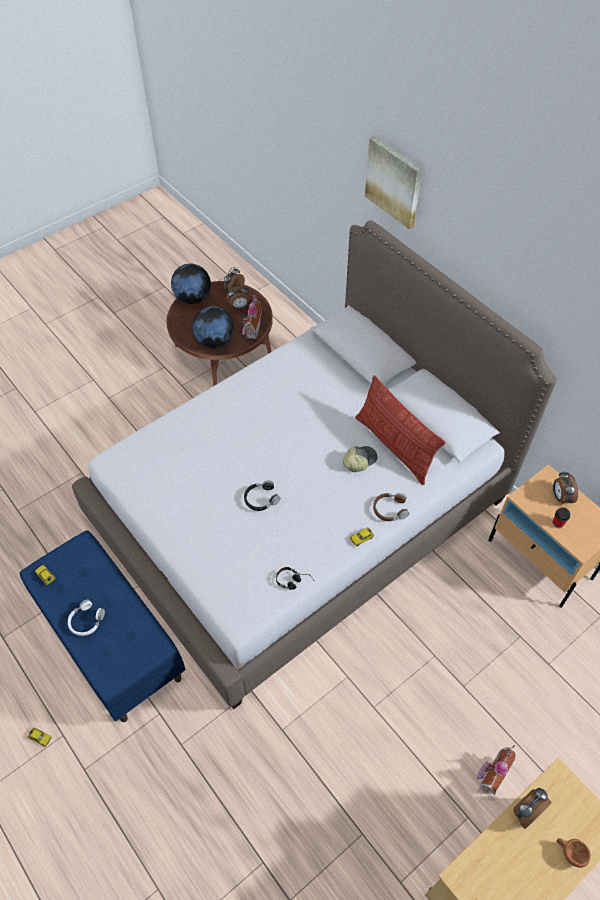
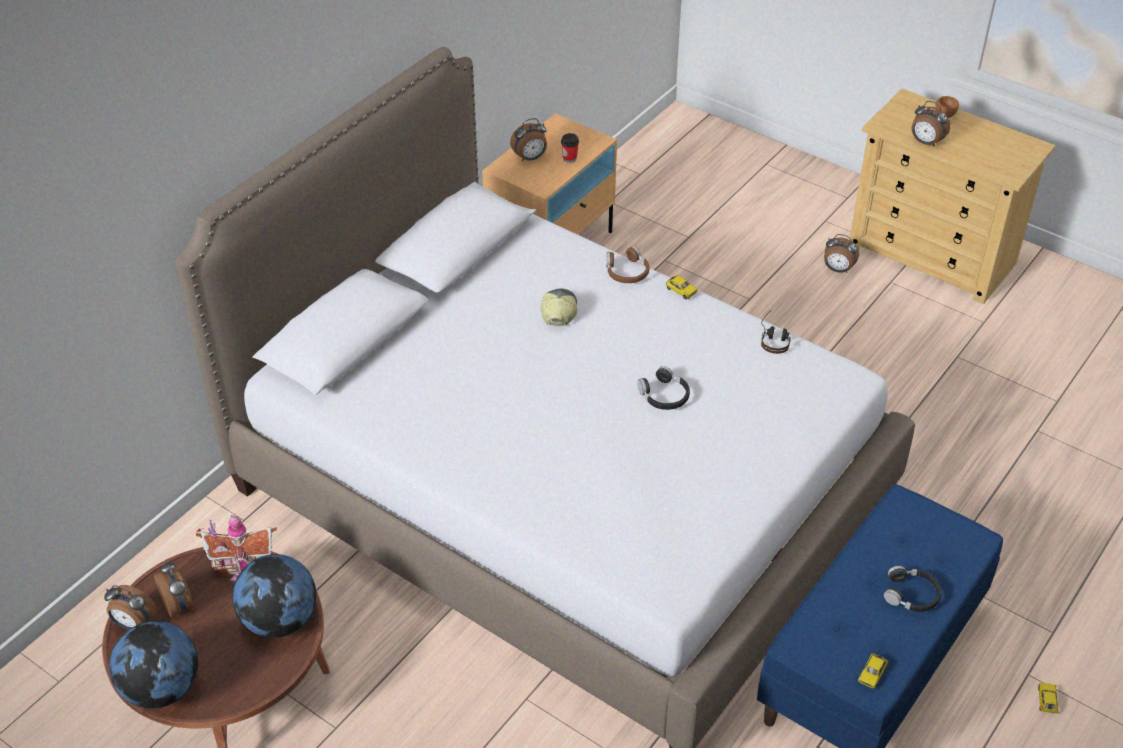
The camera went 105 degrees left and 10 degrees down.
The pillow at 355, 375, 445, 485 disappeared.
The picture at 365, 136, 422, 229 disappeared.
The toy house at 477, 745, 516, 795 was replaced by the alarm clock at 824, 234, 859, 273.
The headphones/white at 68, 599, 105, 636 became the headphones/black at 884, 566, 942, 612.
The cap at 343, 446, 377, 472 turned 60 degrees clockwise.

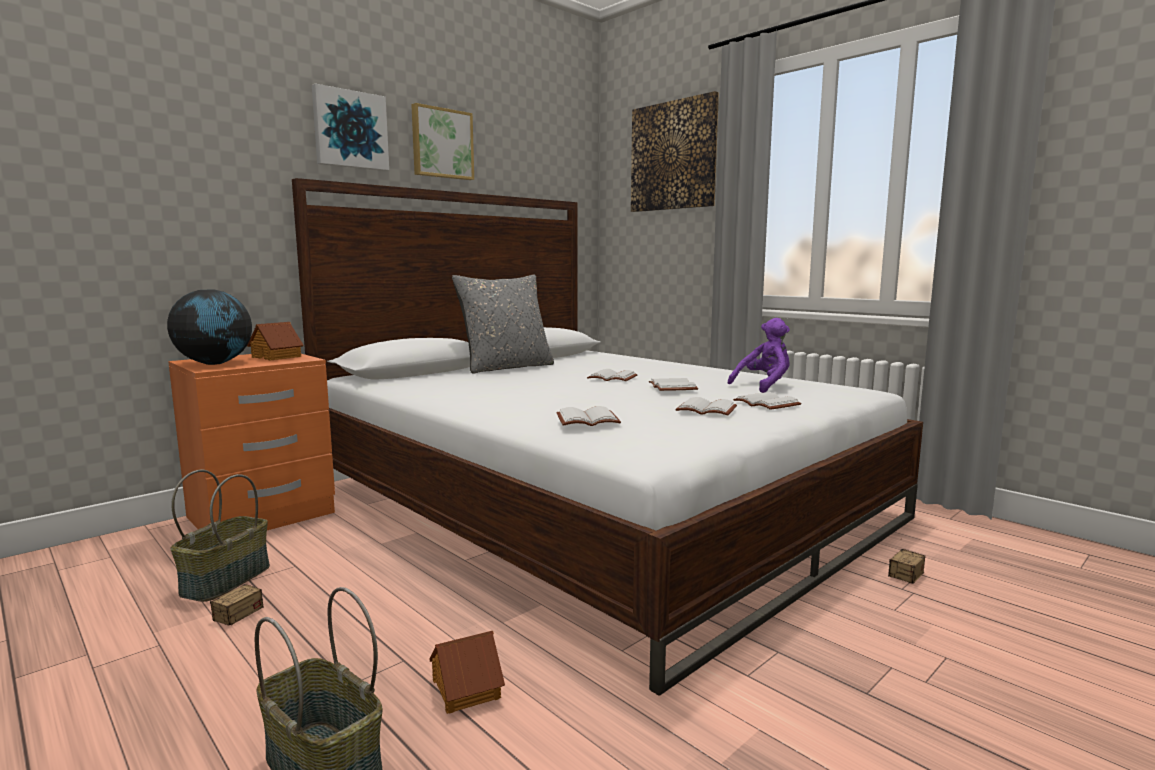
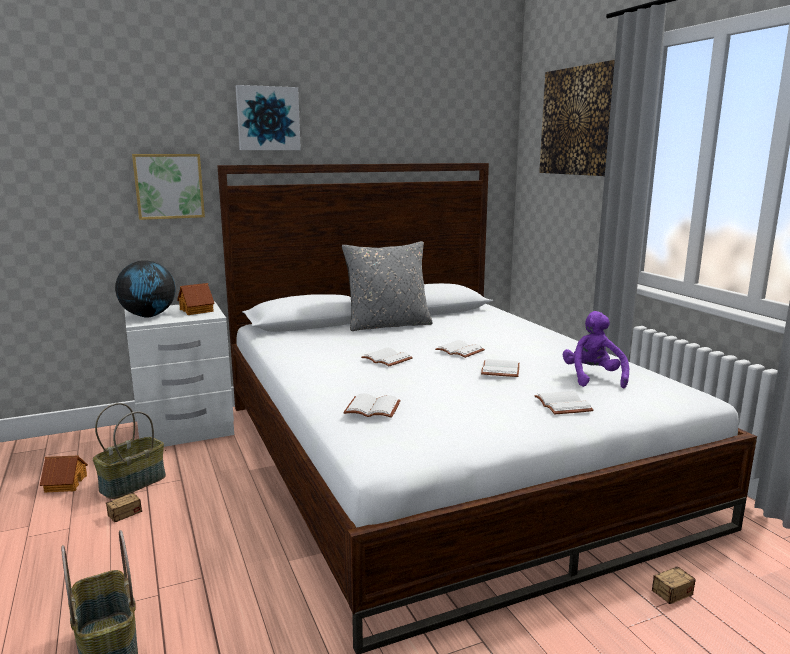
The camera went 20 degrees right and 5 degrees up.
The picture moved from 411, 103, 474, 180 to 132, 154, 205, 220.
The toy house moved from 429, 631, 505, 714 to 40, 455, 88, 493.
The book/white moved from 675, 397, 737, 416 to 361, 348, 413, 366.
The nightstand/orange at 168, 354, 335, 530 became the nightstand/white at 124, 301, 234, 447.
The plush toy/purple at 728, 318, 790, 393 turned 75 degrees counterclockwise.

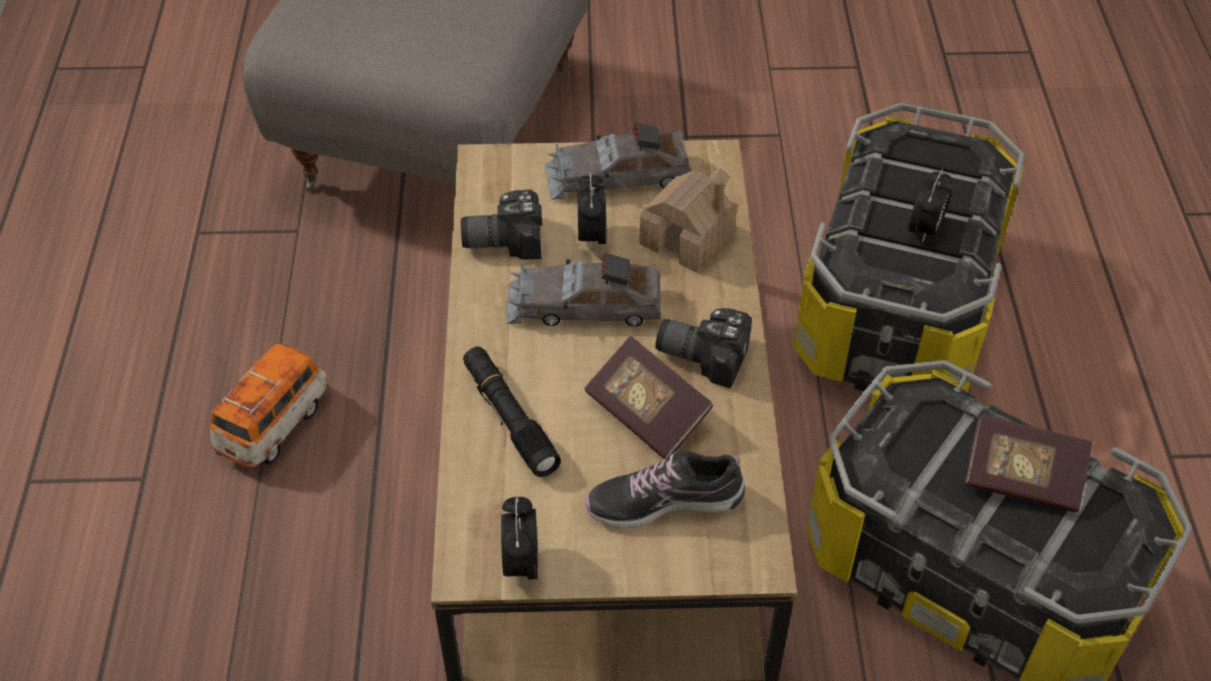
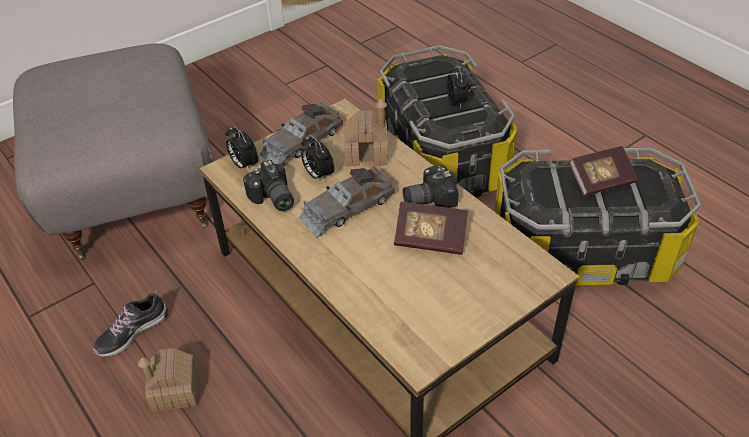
The camera went 35 degrees left and 5 degrees down.
The flashlight/black at 463, 347, 561, 477 disappeared.
The alarm clock moved from 501, 497, 538, 586 to 226, 125, 259, 172.
The shoe moved from 585, 451, 745, 528 to 93, 290, 168, 357.
The toy car at 210, 343, 329, 468 was replaced by the toy house at 138, 348, 198, 412.
The photo camera at 461, 189, 542, 260 turned 75 degrees counterclockwise.

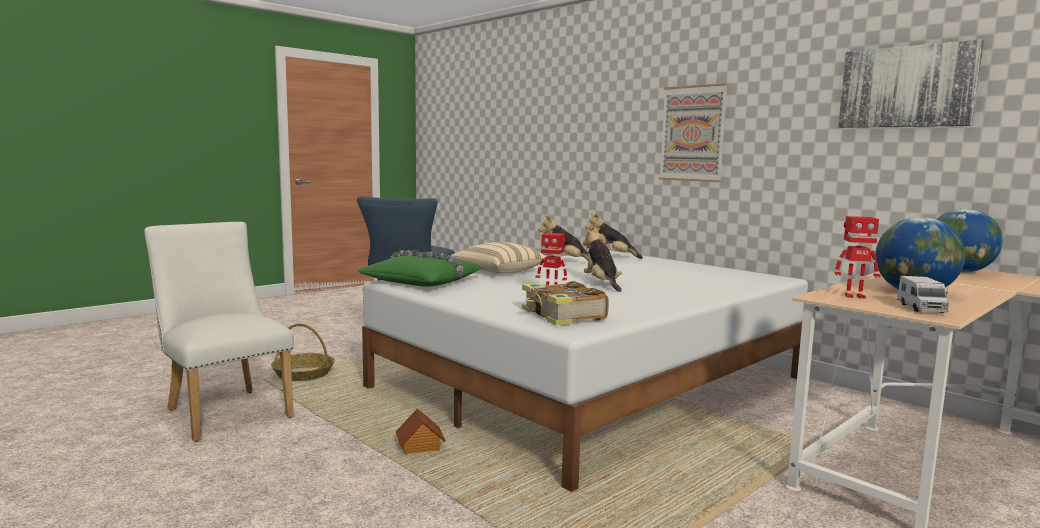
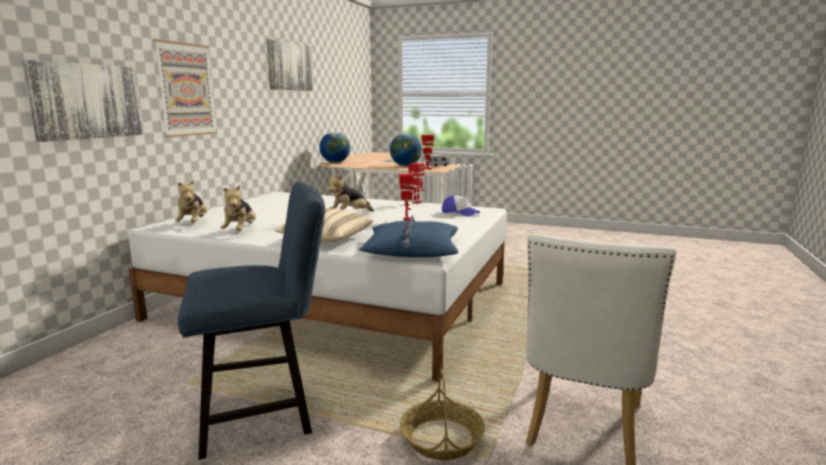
The camera went 115 degrees left and 5 degrees up.
The toy house at 396, 408, 446, 455 disappeared.
The picture at 22, 60, 142, 142 appeared.
The toy robot at 409, 163, 425, 204 appeared.
The book at 522, 281, 609, 326 was replaced by the cap at 442, 195, 480, 216.
The pillow/green at 357, 250, 483, 287 became the pillow/blue at 358, 215, 458, 257.

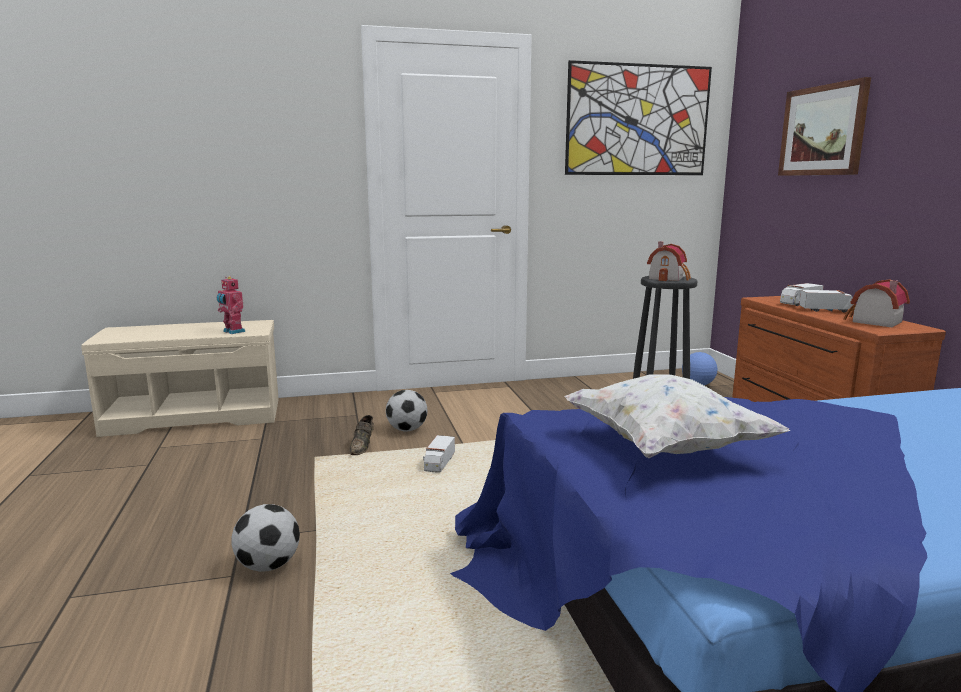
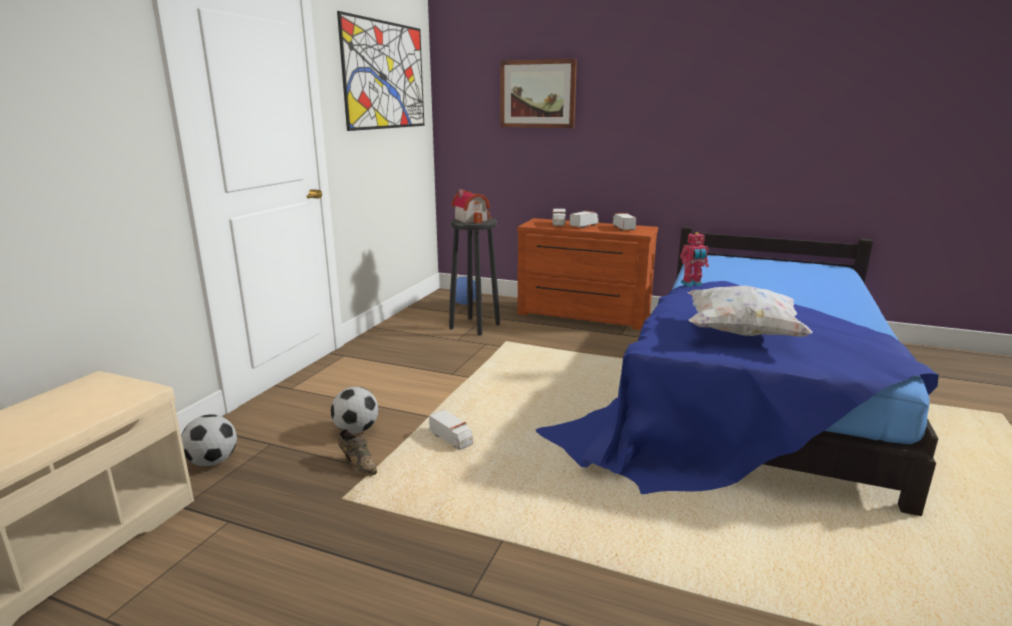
The camera went 55 degrees left and 5 degrees up.
The toy robot moved from 217, 277, 246, 334 to 680, 232, 709, 287.
The football moved from 232, 504, 300, 572 to 181, 414, 237, 467.
The toy house at 844, 279, 910, 327 was replaced by the toy truck at 613, 213, 636, 230.

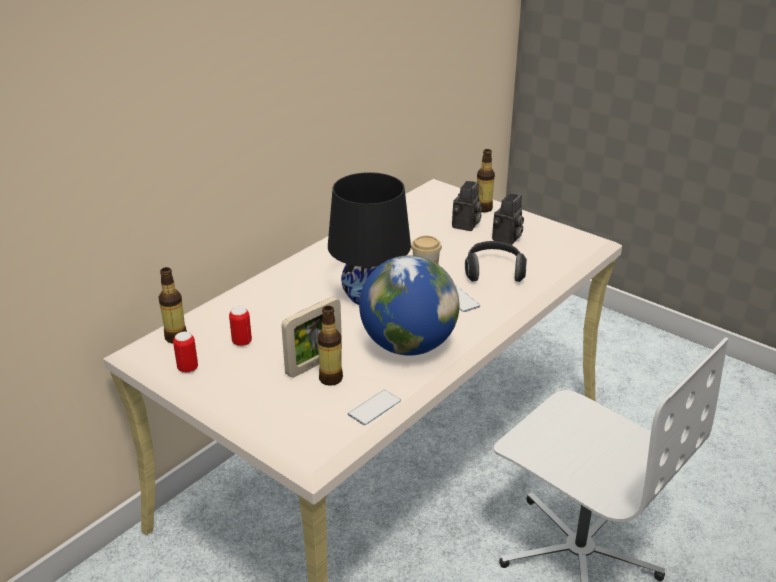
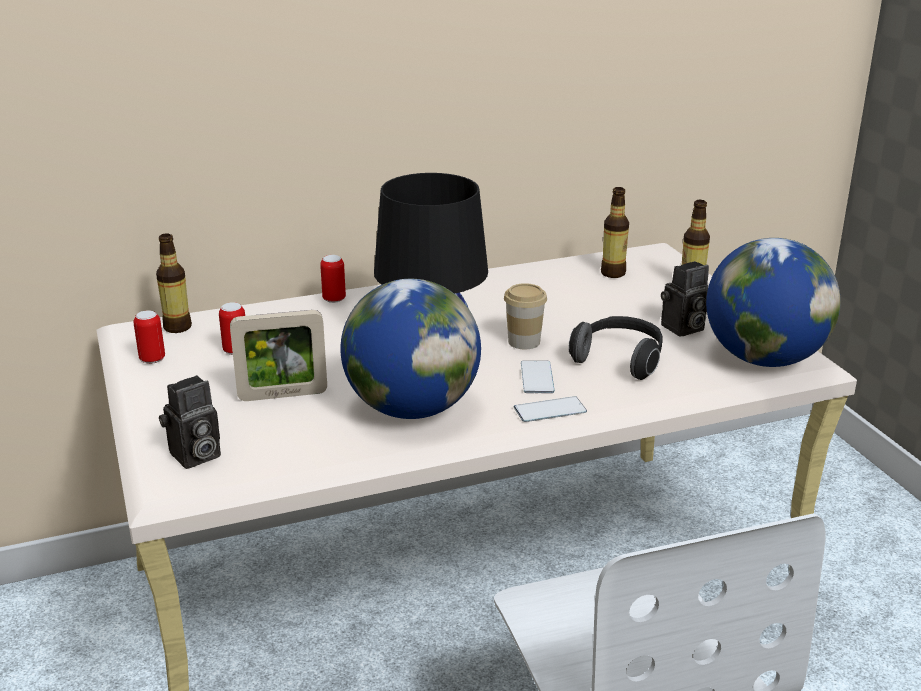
The camera went 30 degrees right and 5 degrees down.
The can at 320, 255, 346, 303 appeared.
The globe at 706, 238, 841, 367 appeared.
The bottle moved from 317, 306, 343, 386 to 601, 187, 629, 278.
The phone moved from 348, 390, 401, 425 to 514, 396, 587, 422.
The photo camera moved from 452, 181, 482, 231 to 159, 375, 221, 469.

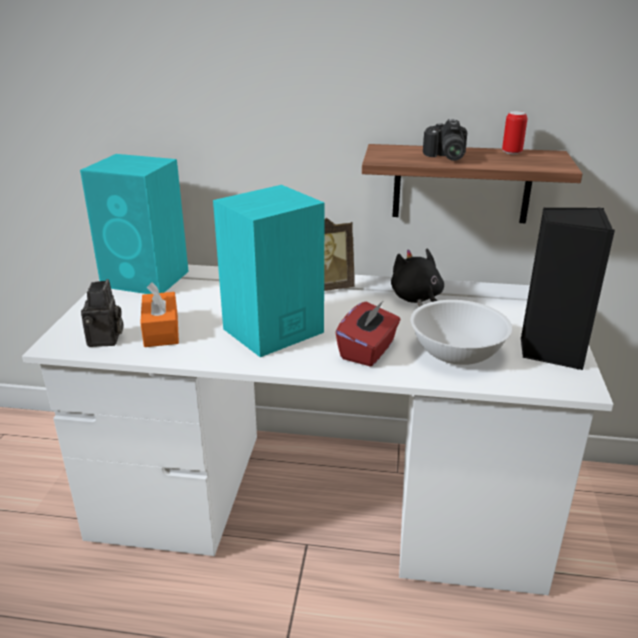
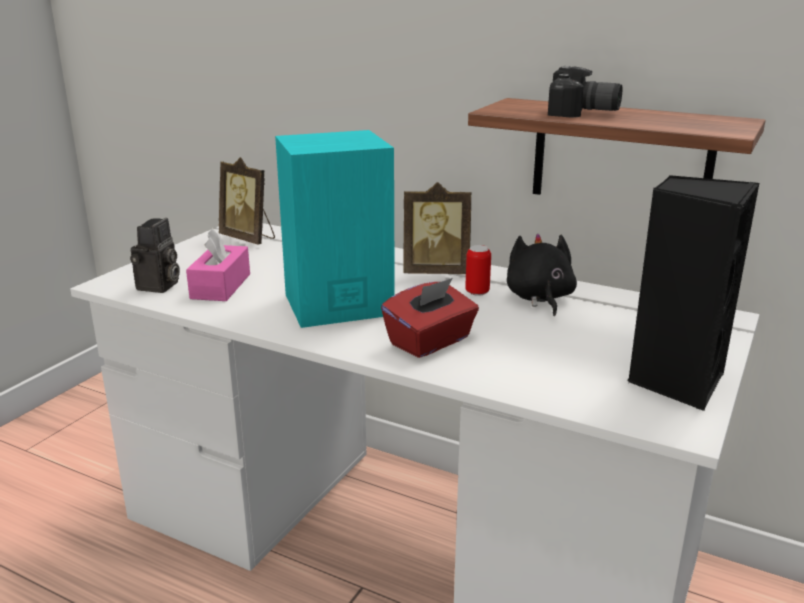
The camera went 20 degrees right and 5 degrees down.
The bowl/white at 411, 300, 512, 365 disappeared.
The can moved from 502, 111, 527, 155 to 465, 245, 491, 296.
The speaker/turquoise at 80, 154, 189, 294 was replaced by the picture frame at 219, 157, 275, 245.
The tissue box/orange at 140, 282, 179, 347 became the tissue box/pink at 186, 228, 250, 301.
The photo camera at 423, 119, 467, 161 turned 90 degrees counterclockwise.

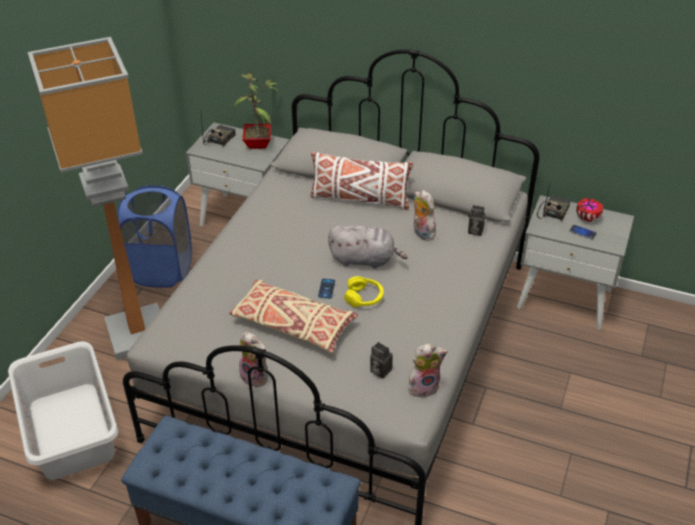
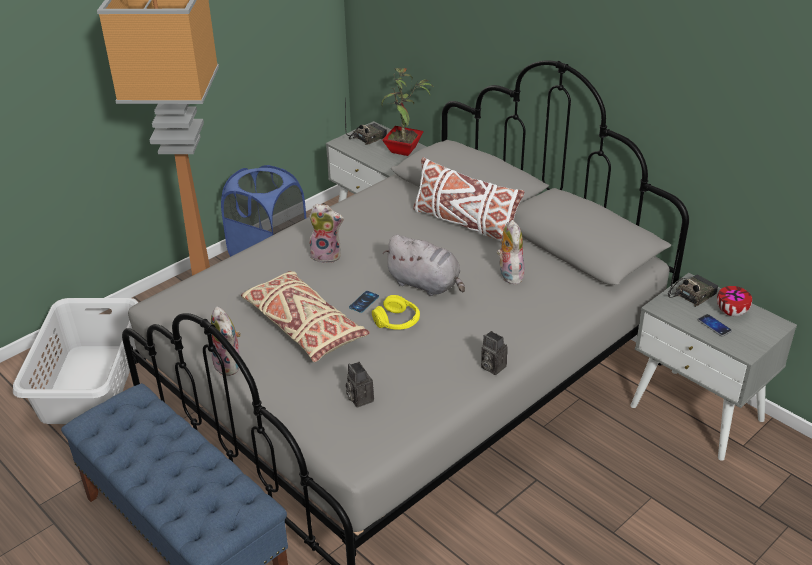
The camera went 25 degrees right and 5 degrees down.
The plush toy moved from 408, 344, 447, 398 to 309, 204, 344, 263.
The photo camera moved from 468, 205, 486, 236 to 481, 331, 508, 375.

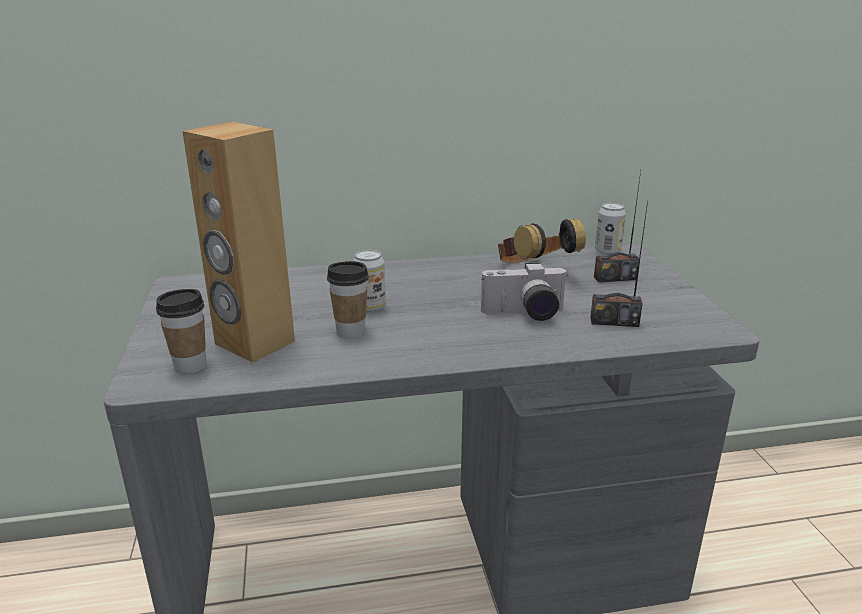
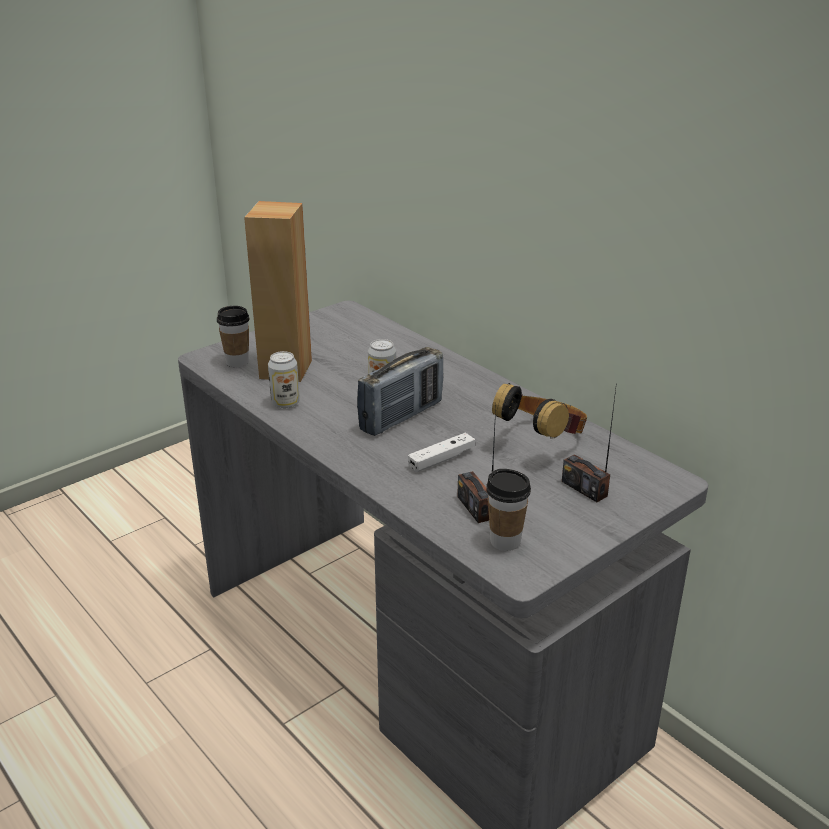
The camera went 60 degrees right and 5 degrees up.
The radio at 357, 347, 444, 436 appeared.
The cup moved from 327, 261, 369, 339 to 486, 469, 531, 551.
The can moved from 595, 203, 626, 255 to 268, 351, 300, 409.
The photo camera at 481, 263, 568, 321 was replaced by the game controller/white at 408, 433, 475, 472.

